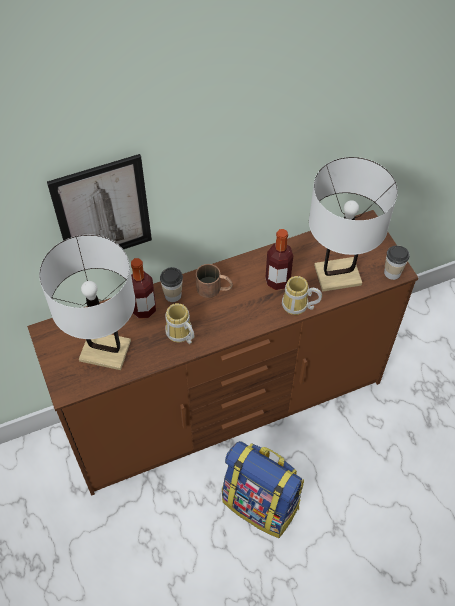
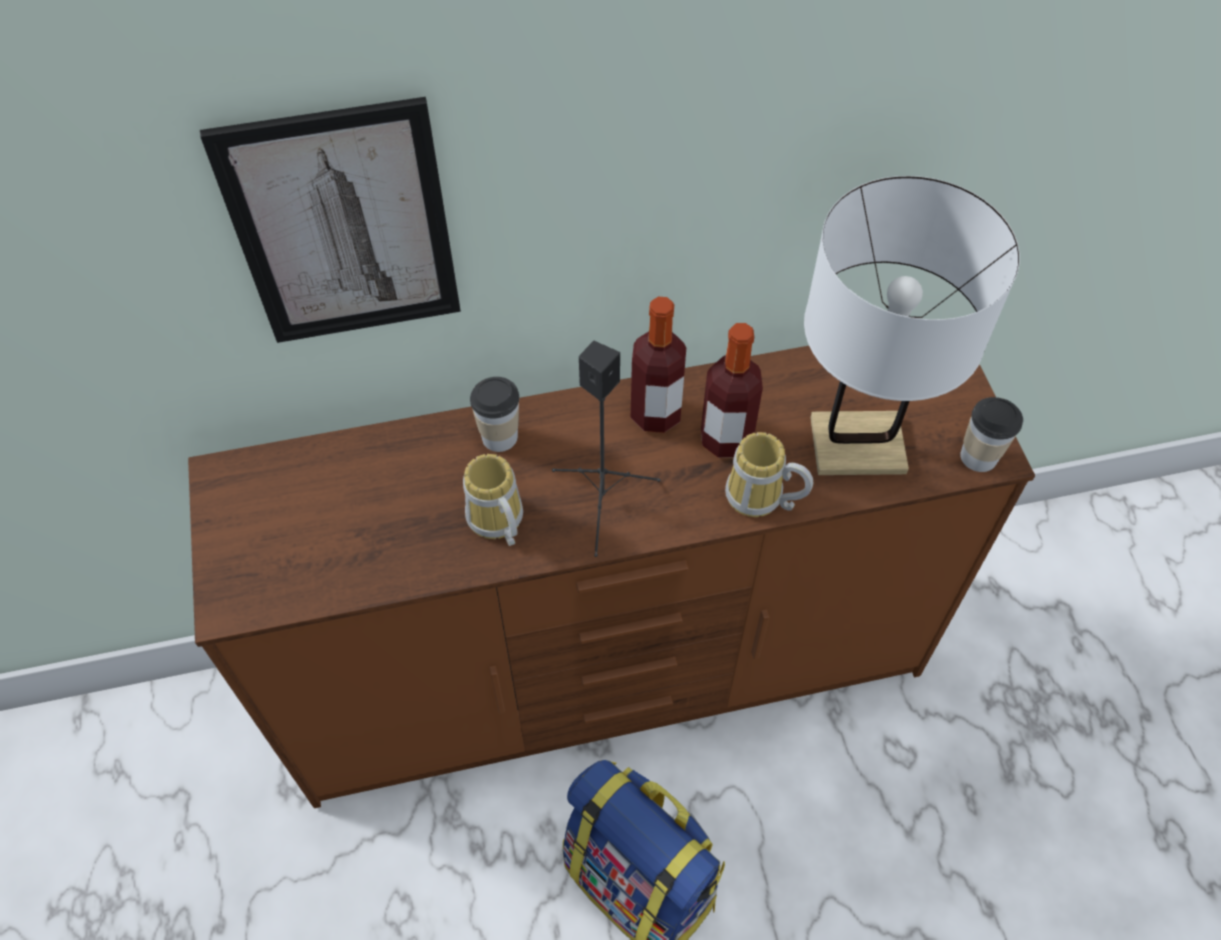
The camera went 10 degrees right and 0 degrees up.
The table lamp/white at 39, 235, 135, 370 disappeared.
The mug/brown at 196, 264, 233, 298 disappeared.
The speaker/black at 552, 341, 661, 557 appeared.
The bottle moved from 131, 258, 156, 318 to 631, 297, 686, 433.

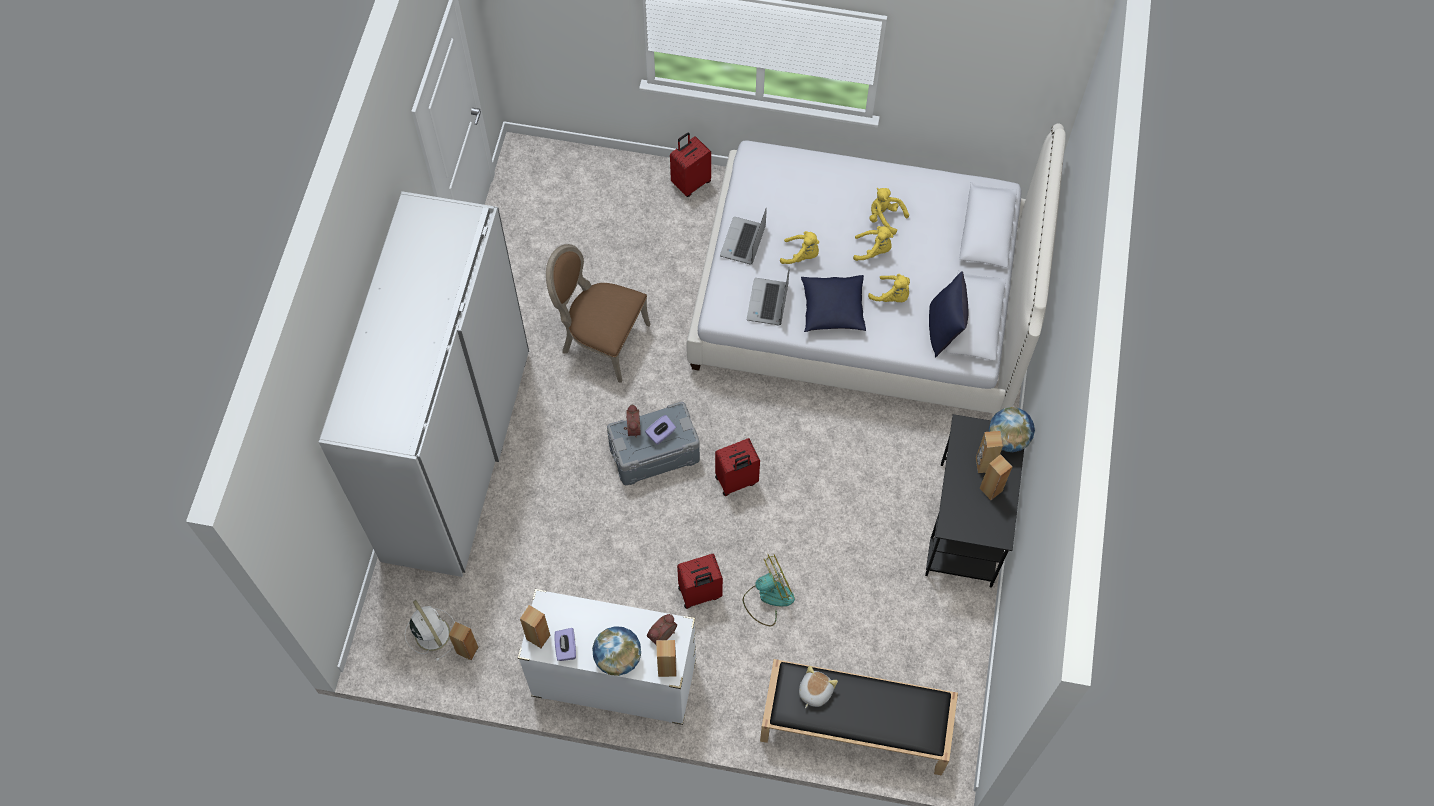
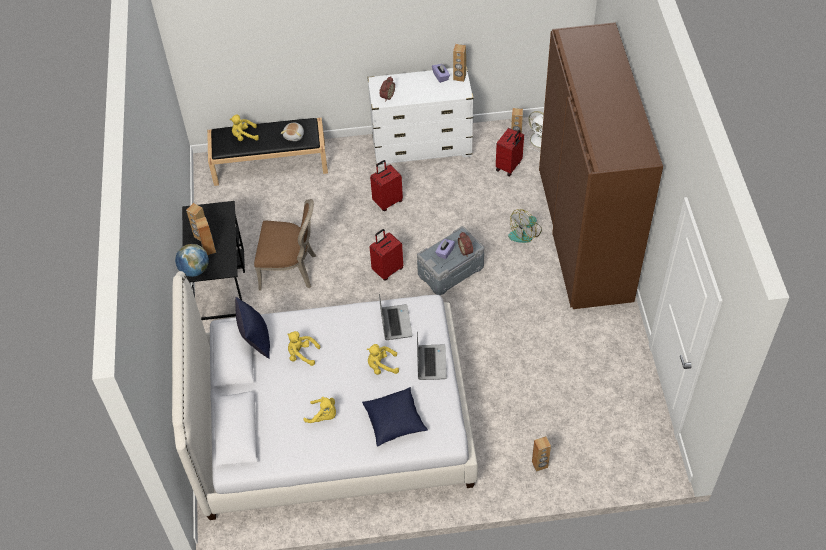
The camera went 165 degrees right and 10 degrees down.
The globe at 592, 626, 641, 676 disappeared.
The chair/brown moved from 546, 244, 650, 383 to 254, 199, 316, 291.
The speaker/brown moved from 656, 640, 676, 677 to 532, 436, 551, 472.
The suitcase/red moved from 670, 133, 711, 197 to 496, 128, 524, 176.
The fan moved from 743, 555, 795, 626 to 508, 209, 542, 243.
The pillow/blue moved from 801, 275, 866, 332 to 362, 387, 428, 447.
The plush toy/yellow moved from 853, 226, 893, 261 to 229, 114, 259, 141.
The wardrobe/white at 319, 191, 529, 577 became the wardrobe/brown at 539, 22, 663, 309.

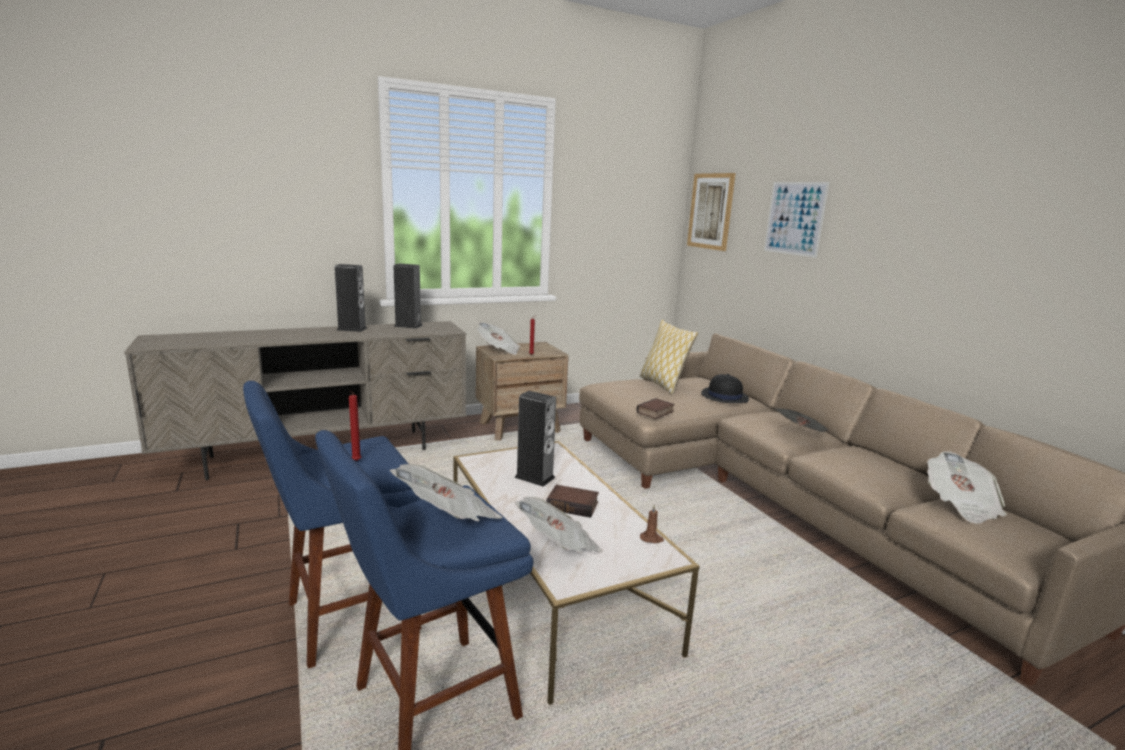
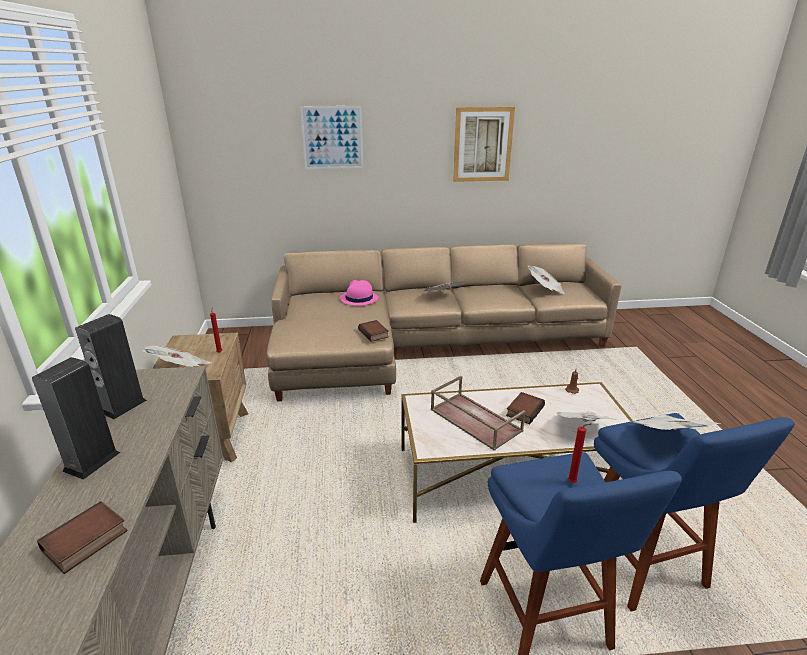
The camera went 70 degrees left and 10 degrees up.
The pillow at 640, 320, 698, 394 disappeared.
The book at 37, 501, 128, 574 appeared.
The picture moved from 687, 173, 736, 251 to 453, 107, 515, 182.
The speaker at 514, 391, 556, 487 was replaced by the tray/brown at 431, 376, 526, 451.
The hat/black at 701, 374, 749, 403 became the hat/pink at 340, 280, 378, 306.

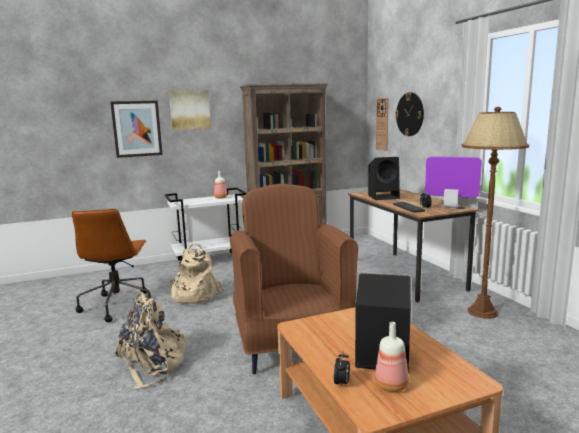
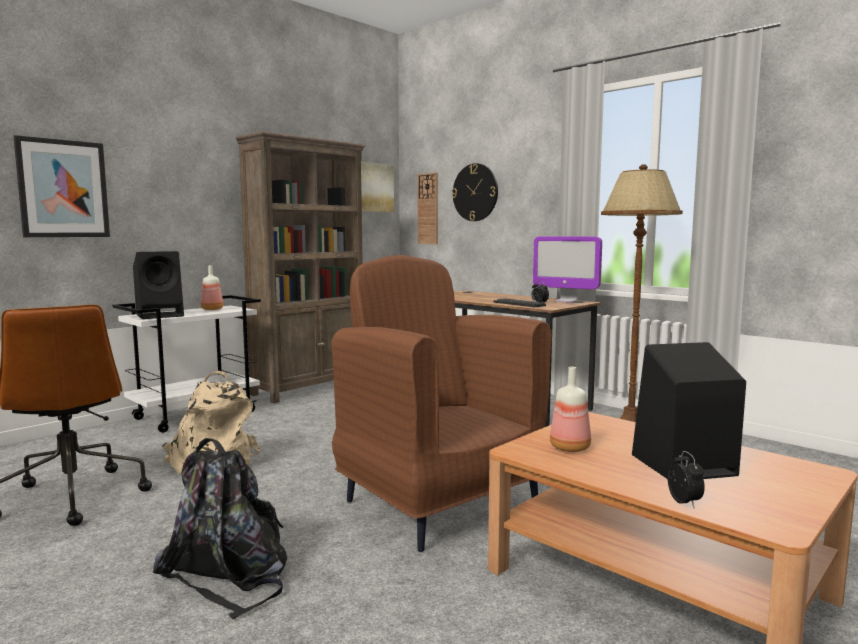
The camera went 25 degrees left and 5 degrees down.
The picture moved from 169, 90, 211, 130 to 361, 162, 394, 212.
The speaker/black moved from 368, 157, 400, 200 to 133, 251, 184, 319.
The bottle moved from 375, 322, 409, 392 to 550, 367, 591, 452.
The backpack/beige at 115, 292, 189, 389 became the backpack/black at 153, 438, 287, 619.
The monitor at 425, 156, 482, 208 turned 150 degrees counterclockwise.

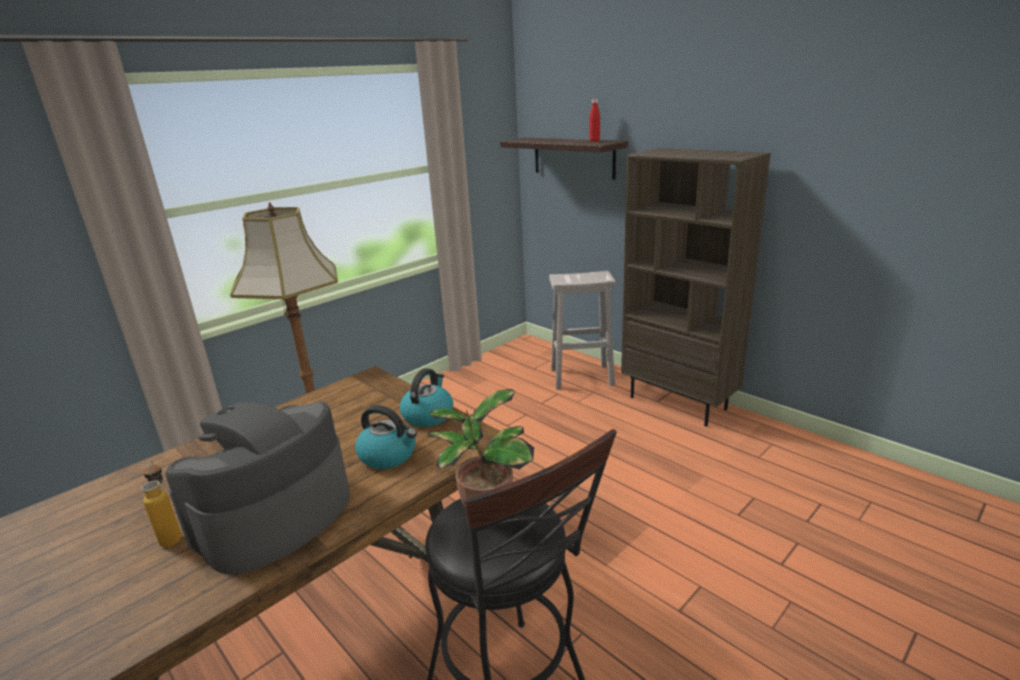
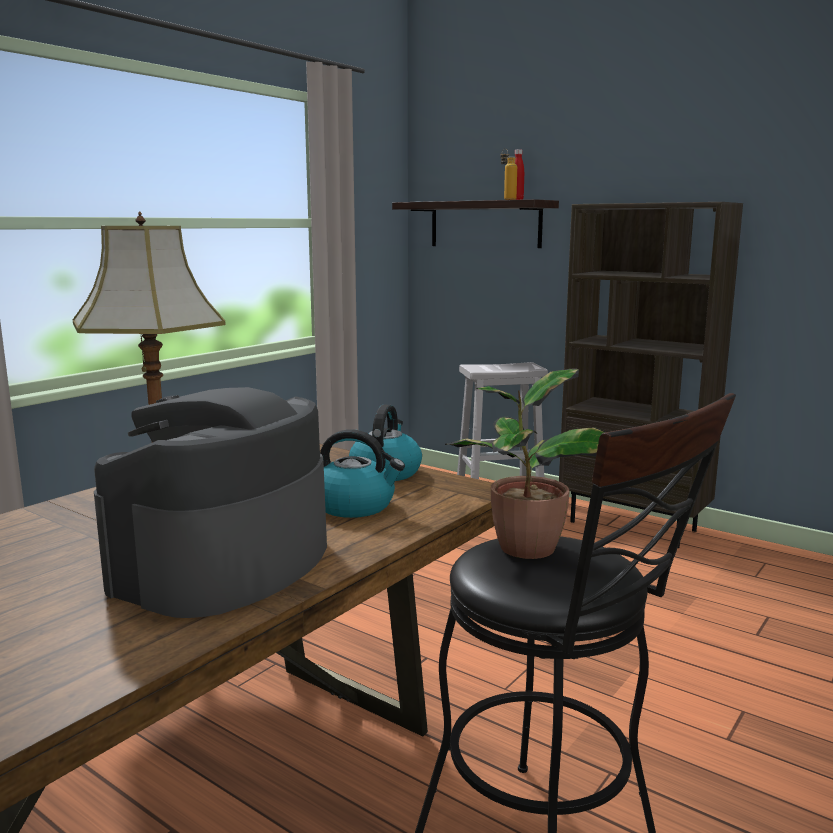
The camera went 10 degrees left and 10 degrees down.
The bottle moved from 141, 460, 182, 547 to 500, 148, 517, 200.

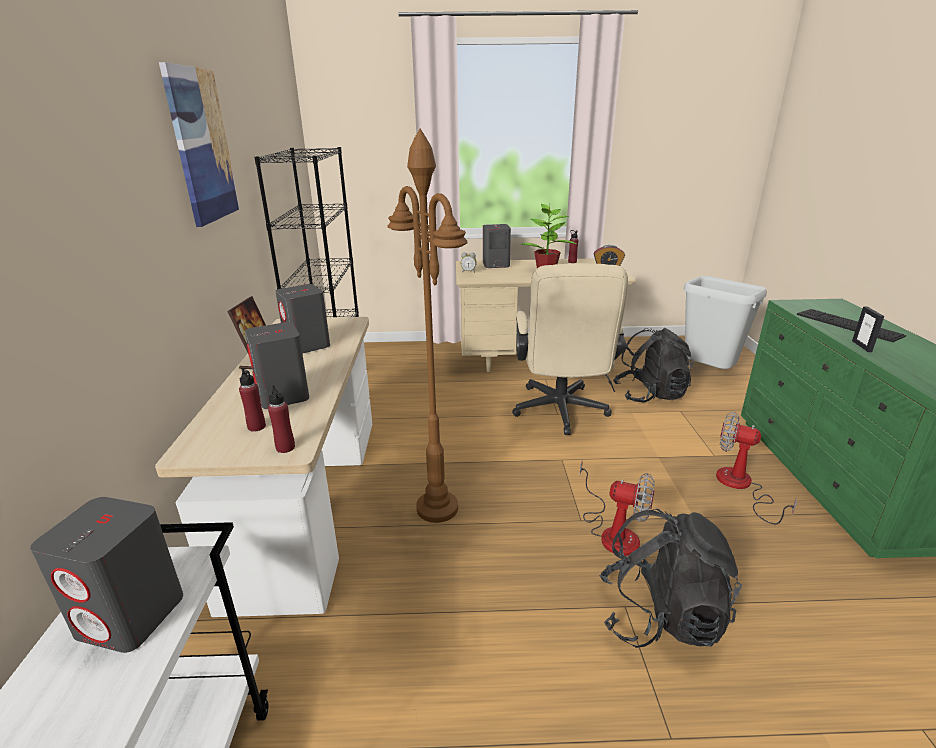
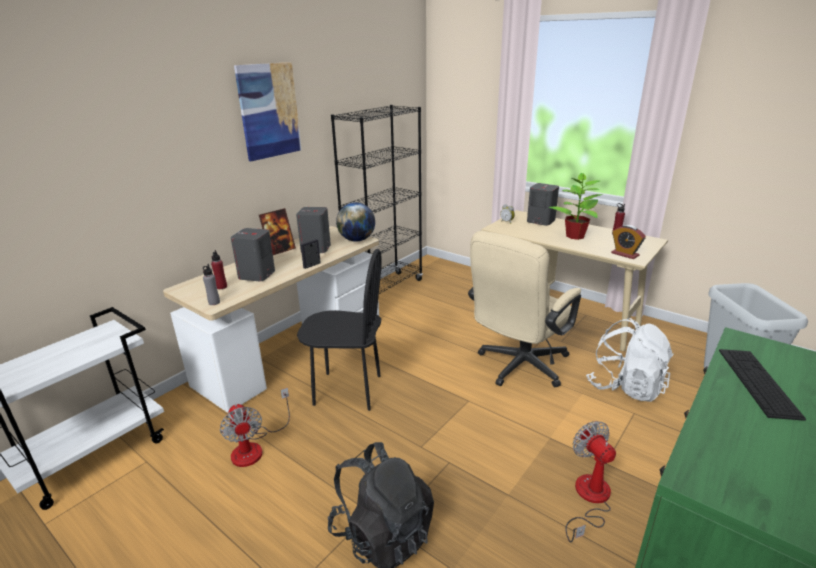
The camera went 40 degrees right and 0 degrees up.
The speaker/grey at 30, 497, 183, 653 disappeared.
The globe at 336, 202, 375, 242 appeared.
The fan moved from 579, 460, 655, 556 to 220, 388, 290, 467.
The picture frame moved from 852, 306, 884, 352 to 301, 239, 321, 269.
The floor lamp/brown at 388, 129, 467, 523 was replaced by the chair/black at 297, 249, 382, 411.
The bottle/red at 268, 385, 295, 453 became the bottle/grey at 203, 264, 220, 305.
The backpack/black at 613, 328, 694, 403 became the backpack/white at 586, 318, 674, 402.

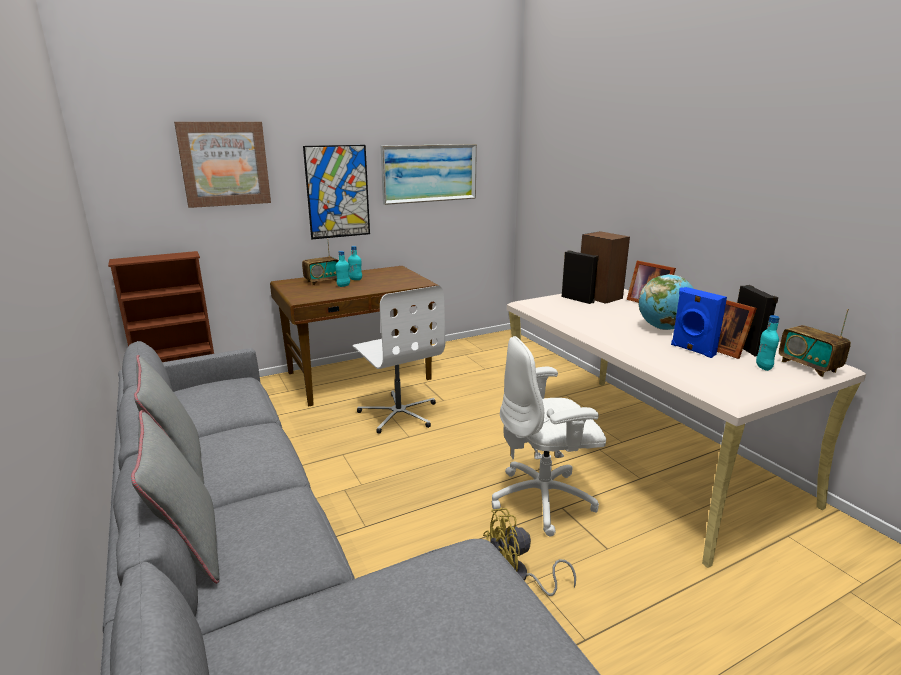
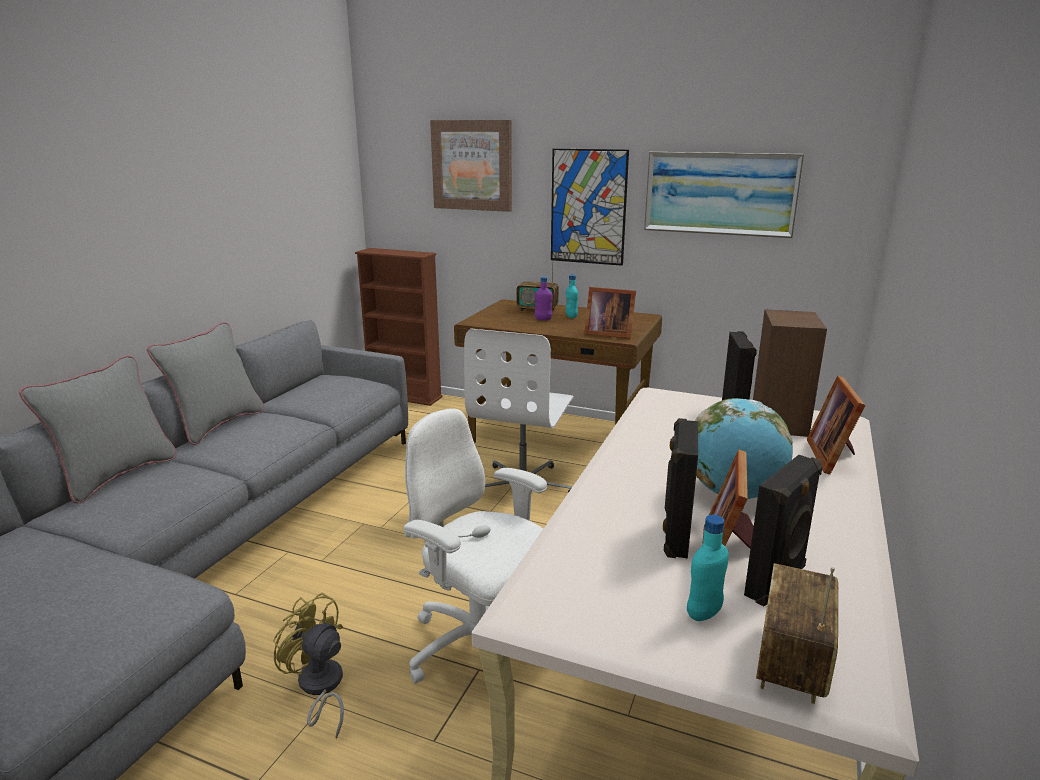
The camera went 50 degrees right and 0 degrees up.
The picture frame at 584, 287, 636, 338 appeared.
The bottle/turquoise at 335, 251, 350, 287 became the bottle/purple at 535, 277, 553, 320.
The speaker/blue at 671, 287, 727, 358 became the speaker/black at 663, 418, 698, 559.

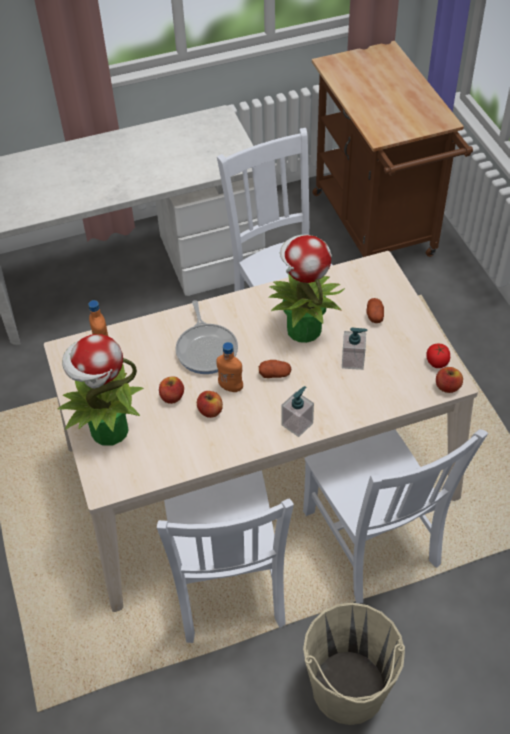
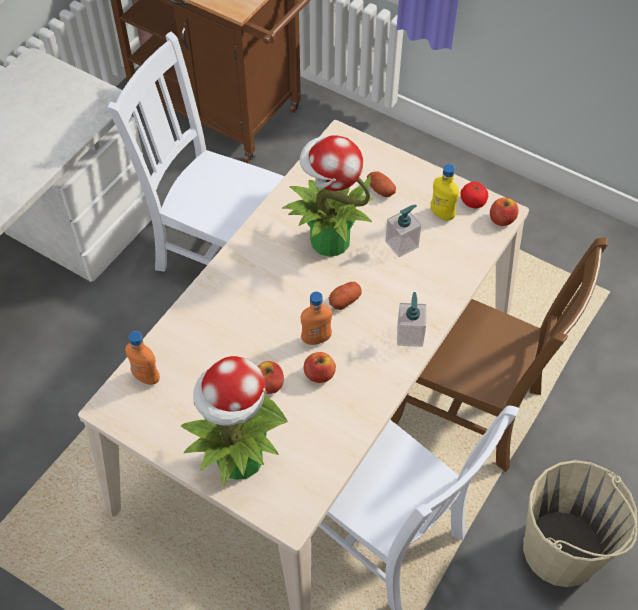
The camera went 40 degrees left and 5 degrees up.
The frying pan at 175, 300, 238, 374 disappeared.
The bottle/yellow at 430, 164, 459, 221 appeared.
The chair/white at 303, 429, 488, 604 became the chair/brown at 391, 238, 608, 472.

